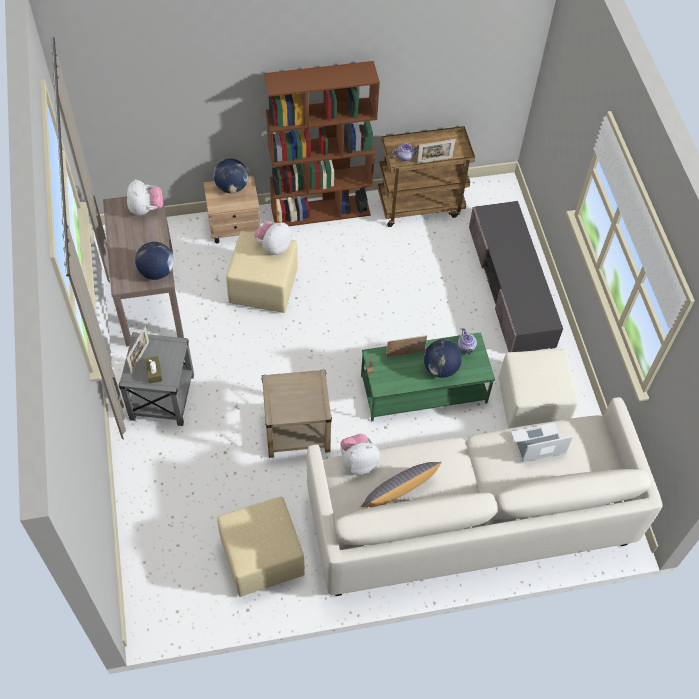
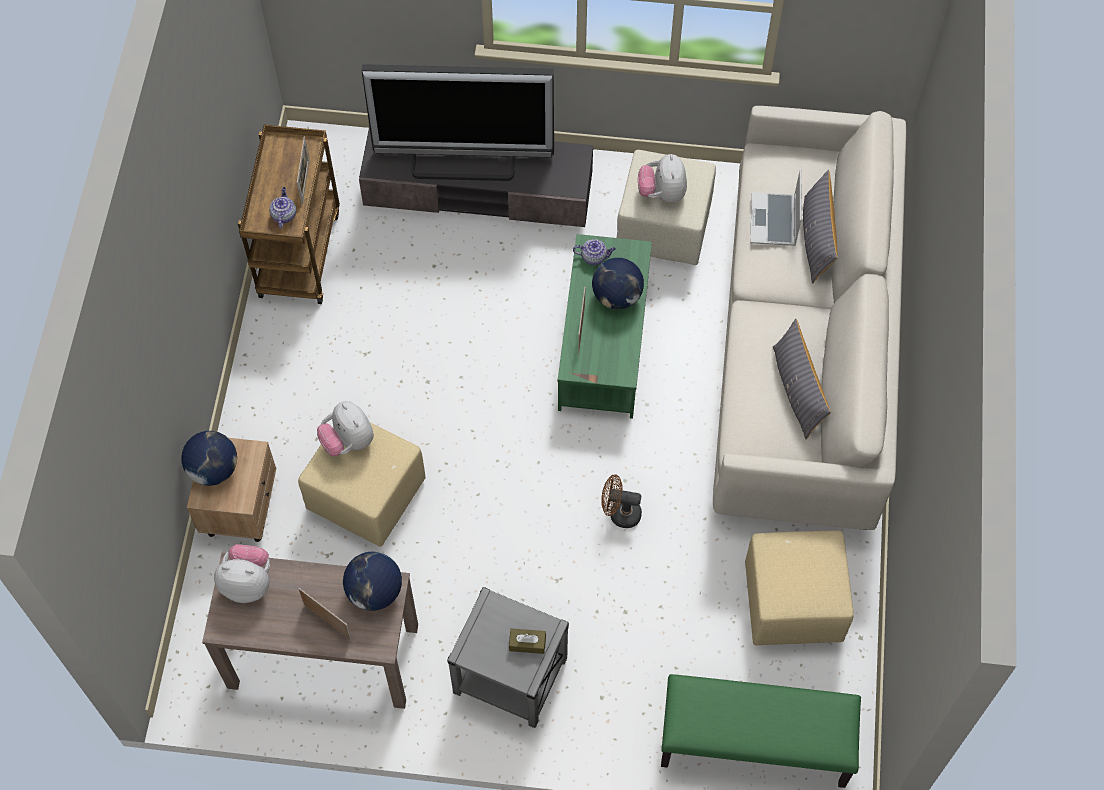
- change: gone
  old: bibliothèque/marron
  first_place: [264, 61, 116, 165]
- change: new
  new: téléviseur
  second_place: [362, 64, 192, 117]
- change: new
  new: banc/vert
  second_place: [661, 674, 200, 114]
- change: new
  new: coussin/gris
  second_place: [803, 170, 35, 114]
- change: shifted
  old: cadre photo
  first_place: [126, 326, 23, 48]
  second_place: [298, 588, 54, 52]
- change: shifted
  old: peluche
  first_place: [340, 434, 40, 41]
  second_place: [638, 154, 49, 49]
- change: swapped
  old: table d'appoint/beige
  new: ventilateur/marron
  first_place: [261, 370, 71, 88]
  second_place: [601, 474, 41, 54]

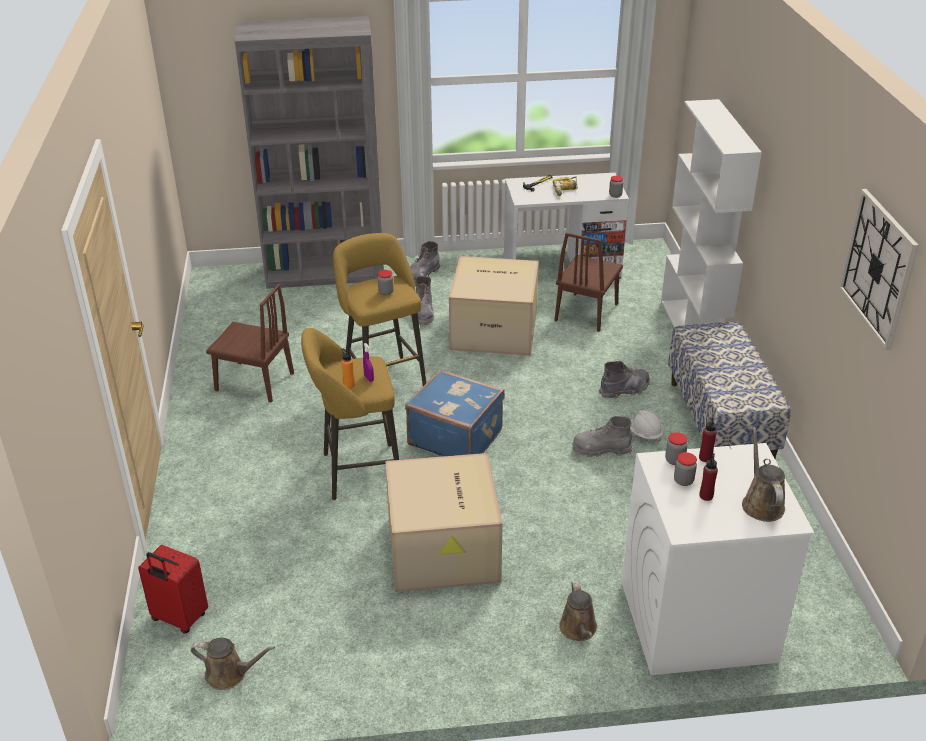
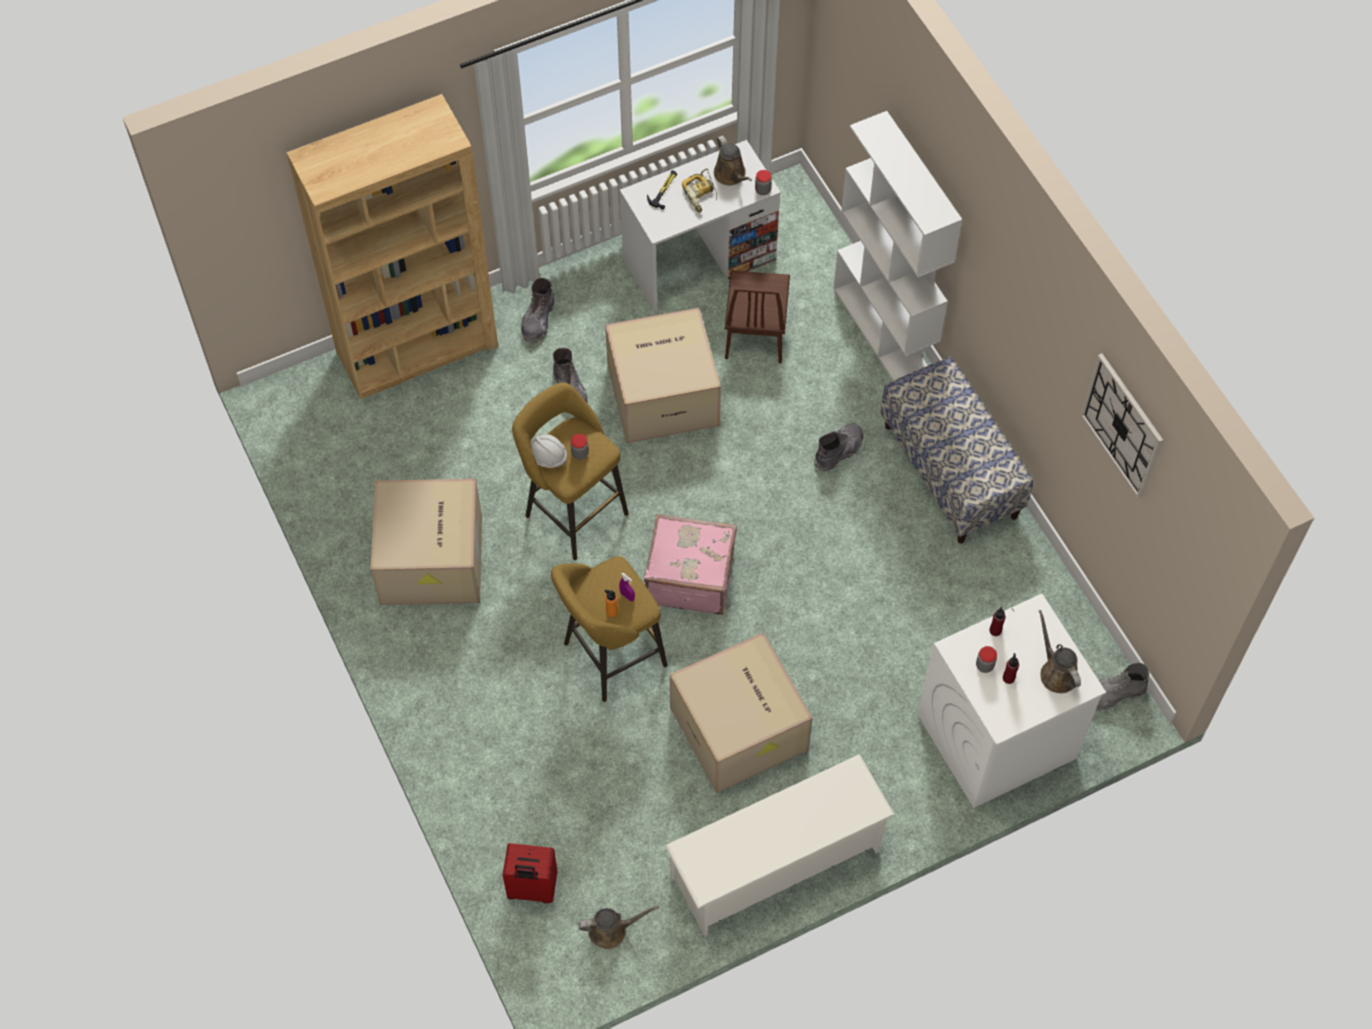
- change: gone
  old: bocal
  first_place: [665, 432, 23, 33]
- change: new
  new: étagère à chaussures/blanc
  second_place: [665, 754, 230, 182]
- change: shifted
  old: arrosoir/marron
  first_place: [559, 581, 38, 60]
  second_place: [714, 136, 38, 49]
- change: shifted
  old: botte/gris
  first_place: [572, 416, 60, 41]
  second_place: [1096, 663, 53, 48]
- change: shifted
  old: casque de chantier/blanc
  first_place: [630, 410, 33, 33]
  second_place: [531, 434, 36, 34]
- change: swapped
  old: chaise/marron
  new: carton
  first_place: [206, 284, 88, 119]
  second_place: [371, 479, 111, 126]
- change: repainted
  old: bibliothèque/gris
  new: bibliothèque/marron
  first_place: [235, 16, 149, 273]
  second_place: [286, 94, 212, 306]
- change: repainted
  old: valise/bleu
  new: valise/rose
  first_place: [405, 369, 100, 87]
  second_place: [644, 514, 93, 101]

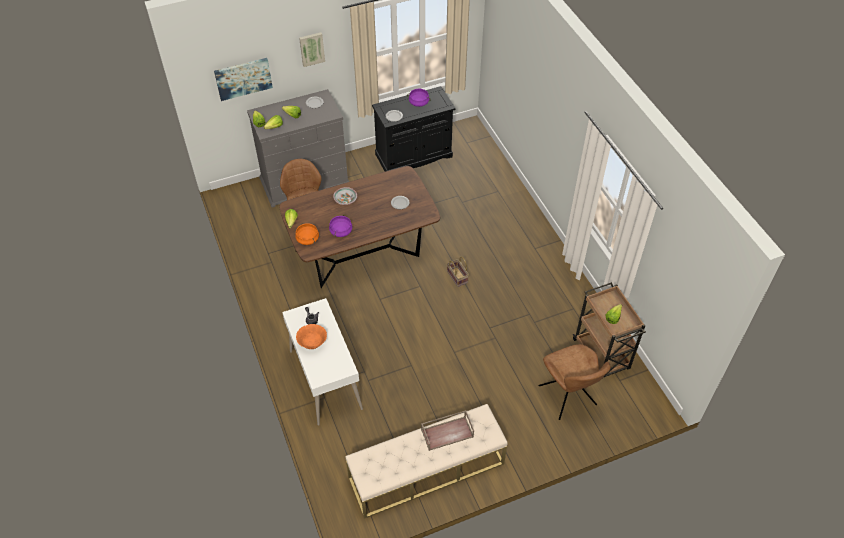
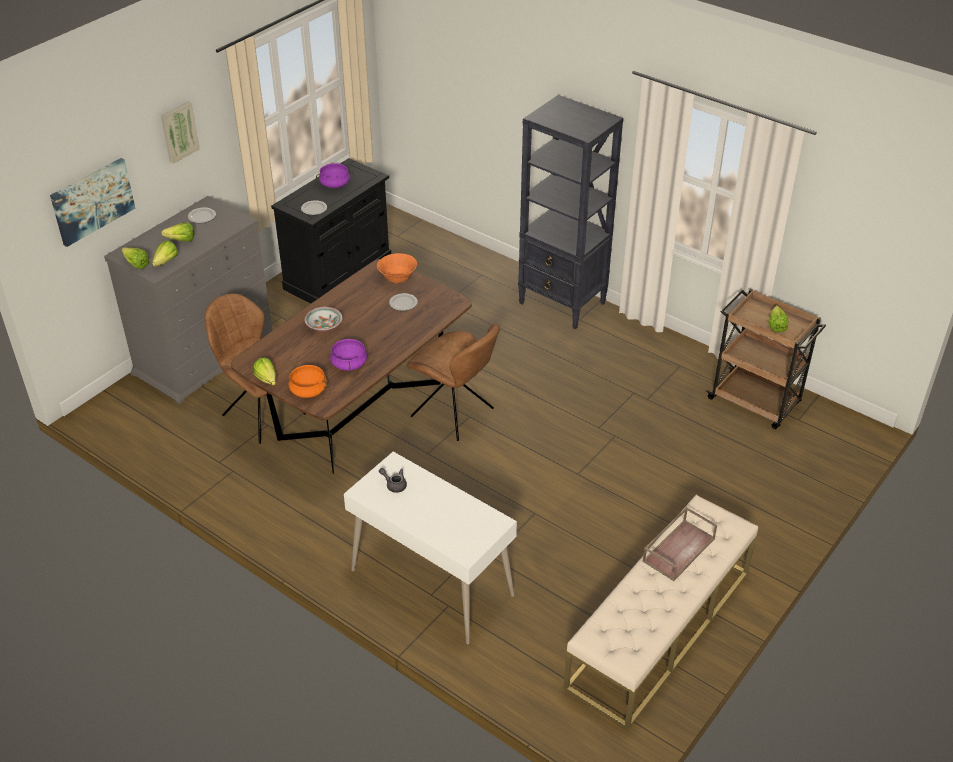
- change: gone
  old: panier
  first_place: [447, 257, 22, 30]
- change: new
  new: bibliothèque/noir
  second_place: [518, 95, 105, 235]
- change: shifted
  old: bol/orange
  first_place: [296, 324, 31, 25]
  second_place: [377, 253, 40, 30]
- change: shifted
  old: chaise/marron
  first_place: [538, 344, 73, 76]
  second_place: [406, 324, 94, 117]

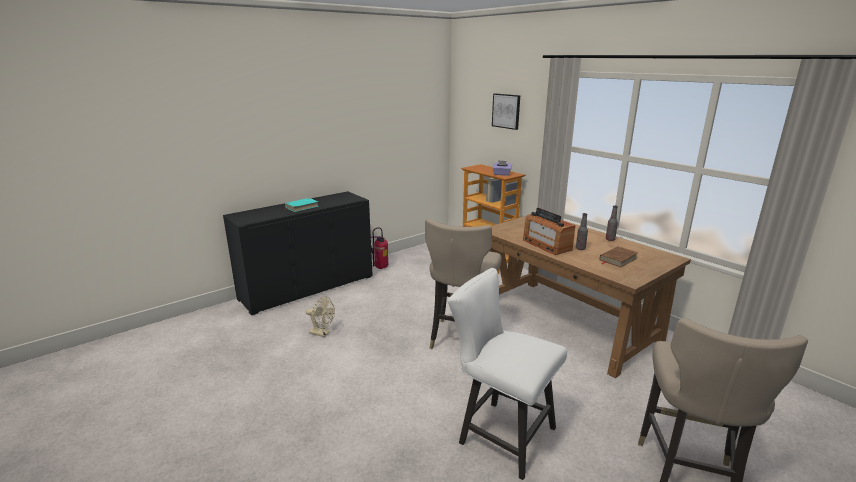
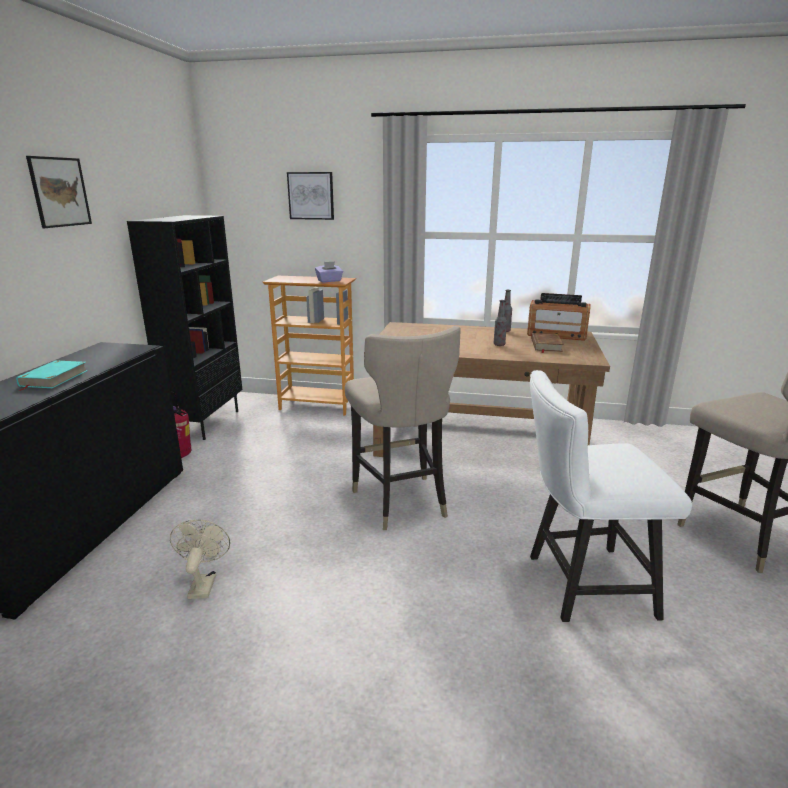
- change: new
  new: tableau
  second_place: [26, 156, 66, 72]
- change: new
  new: bibliothèque/noir
  second_place: [127, 215, 115, 225]
- change: shifted
  old: radio
  first_place: [523, 208, 53, 47]
  second_place: [527, 293, 64, 48]
- change: rotated
  old: ventilateur/beige
  first_place: [306, 296, 29, 41]
  second_place: [170, 520, 60, 79]
  degrees: -75

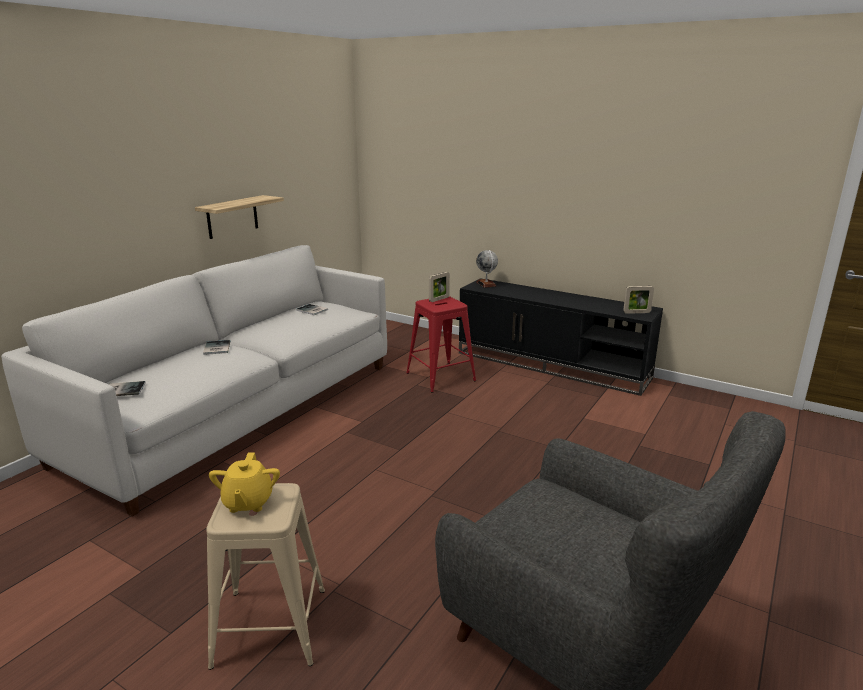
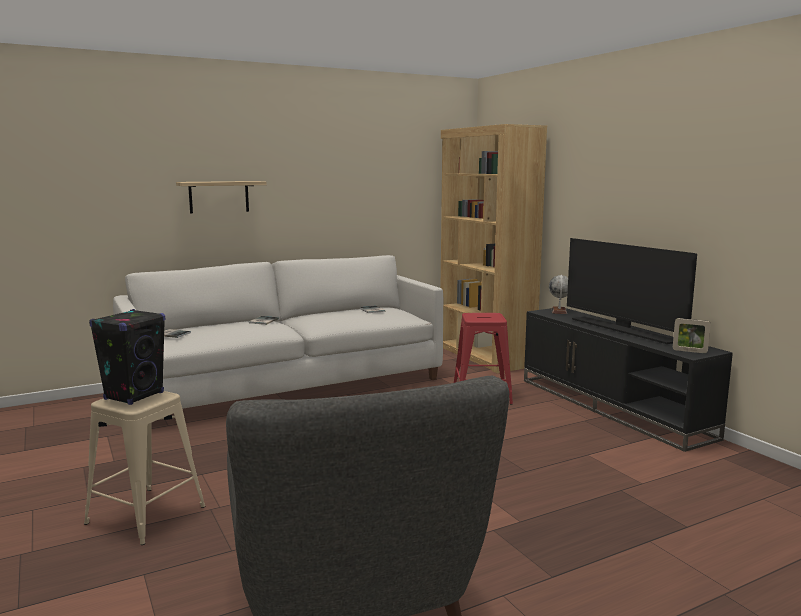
- change: gone
  old: cadre photo
  first_place: [429, 272, 21, 30]
- change: new
  new: bibliothèque/marron
  second_place: [441, 124, 106, 250]
- change: new
  new: téléviseur
  second_place: [567, 238, 130, 106]
- change: shifted
  old: étagère
  first_place: [195, 195, 89, 44]
  second_place: [176, 181, 91, 32]
- change: swapped
  old: théière/jaune
  new: enceinte/noir
  first_place: [209, 452, 71, 61]
  second_place: [89, 309, 76, 96]

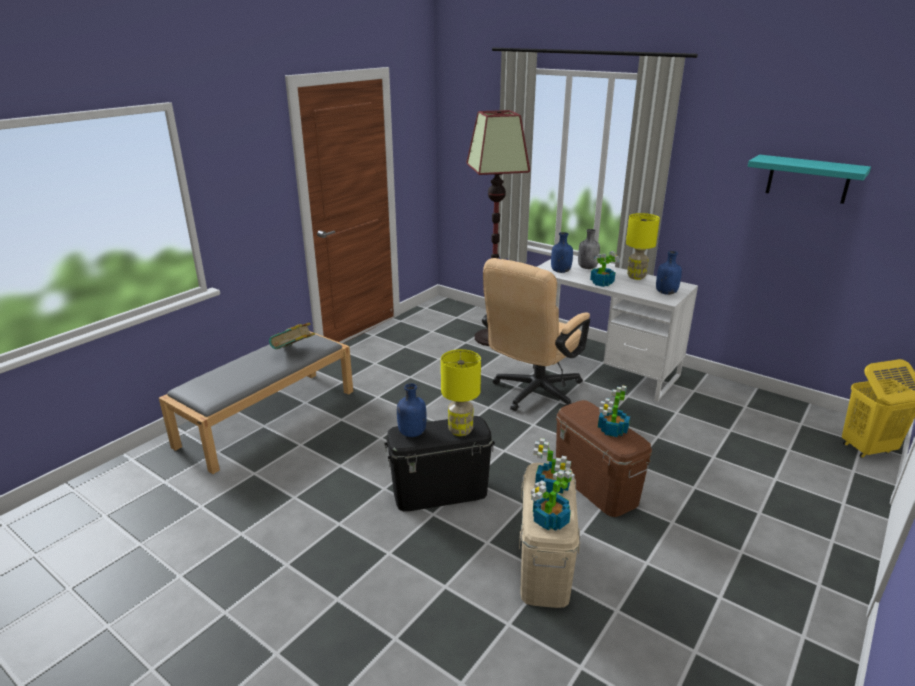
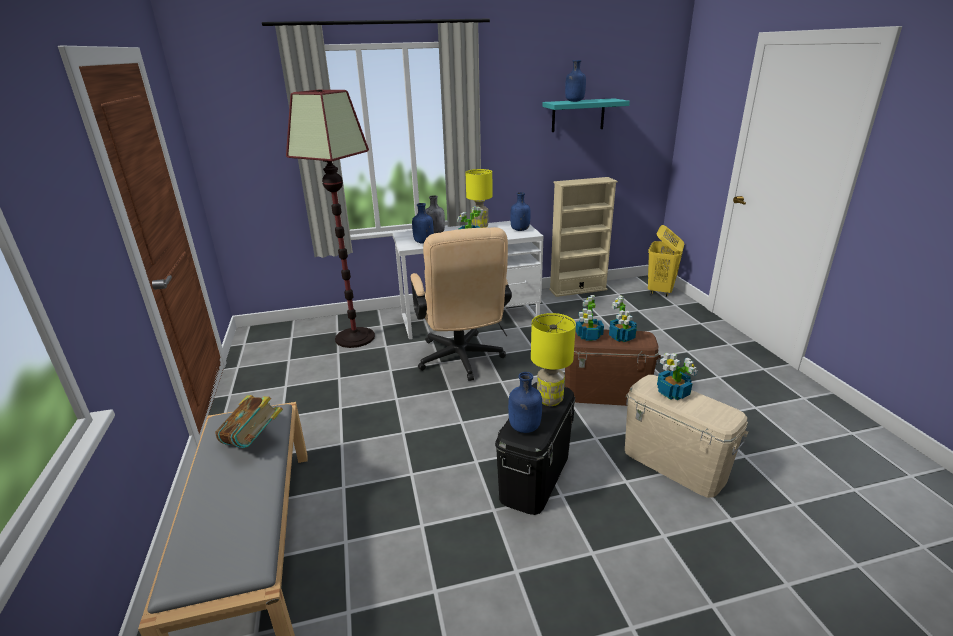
- change: new
  new: bibliothèque/beige
  second_place: [549, 177, 69, 120]
- change: new
  new: bouteille/bleu
  second_place: [565, 60, 21, 42]
- change: shifted
  old: plante en pot
  first_place: [531, 470, 44, 61]
  second_place: [576, 295, 28, 46]

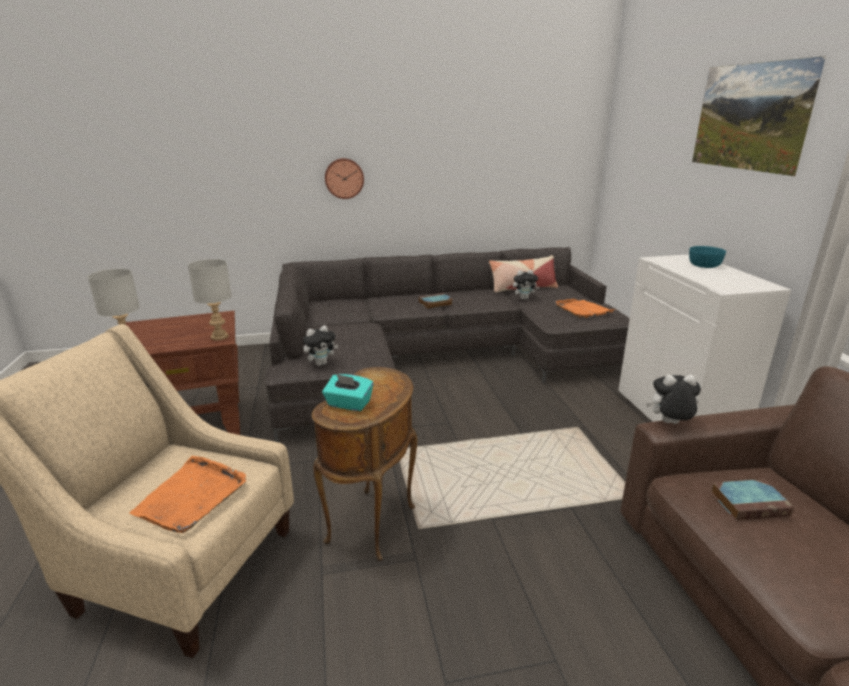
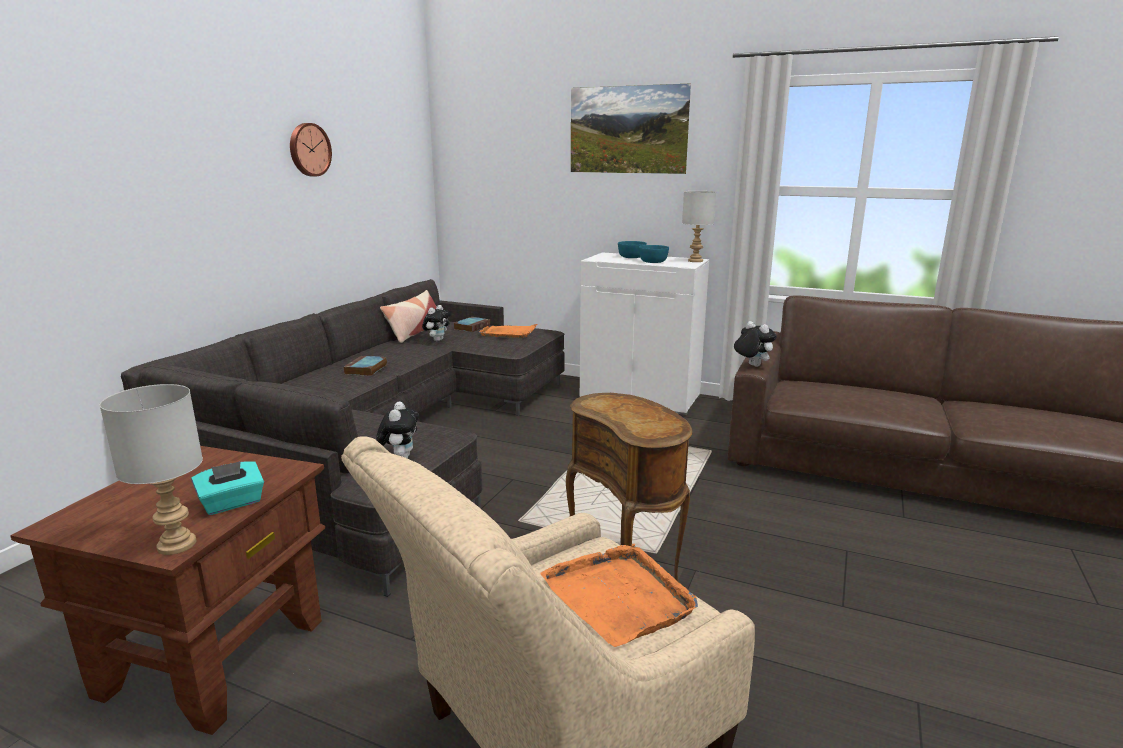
- change: new
  new: bol/turquoise
  second_place: [639, 245, 30, 18]
- change: shifted
  old: lampe de table/gris
  first_place: [188, 259, 44, 81]
  second_place: [682, 191, 34, 71]
- change: shifted
  old: boîte à mouchoirs/turquoise
  first_place: [322, 374, 51, 37]
  second_place: [191, 461, 73, 54]
- change: shifted
  old: horloge murale
  first_place: [325, 158, 39, 41]
  second_place: [290, 123, 42, 54]
- change: shifted
  old: livre
  first_place: [711, 479, 83, 41]
  second_place: [454, 317, 36, 15]
- change: rotated
  old: peluche
  first_place: [646, 375, 55, 49]
  second_place: [734, 321, 43, 46]
  degrees: 105

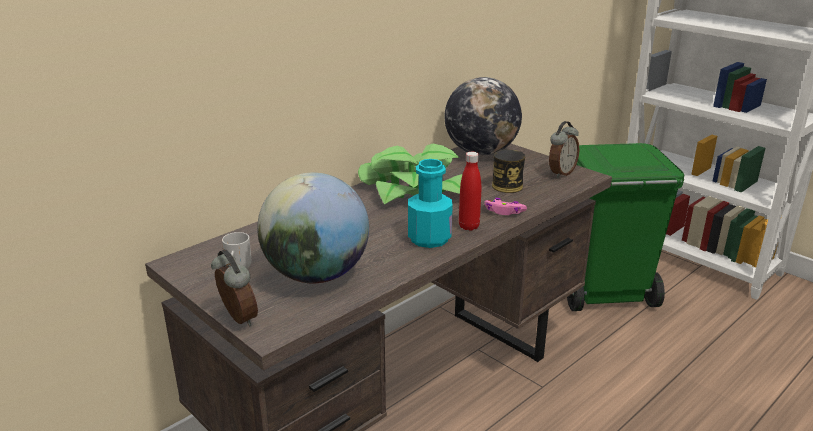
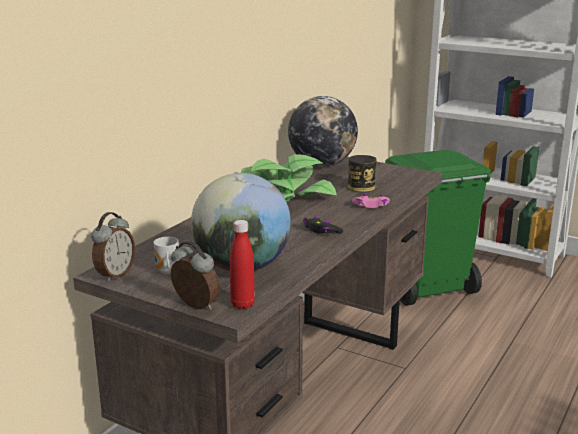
- change: shifted
  old: bouteille/rouge
  first_place: [459, 152, 22, 79]
  second_place: [230, 220, 25, 89]
- change: shifted
  old: réveil
  first_place: [549, 121, 31, 57]
  second_place: [91, 212, 44, 70]
- change: swapped
  old: bouteille/turquoise
  new: manette/noir
  first_place: [408, 159, 45, 89]
  second_place: [303, 217, 40, 17]

